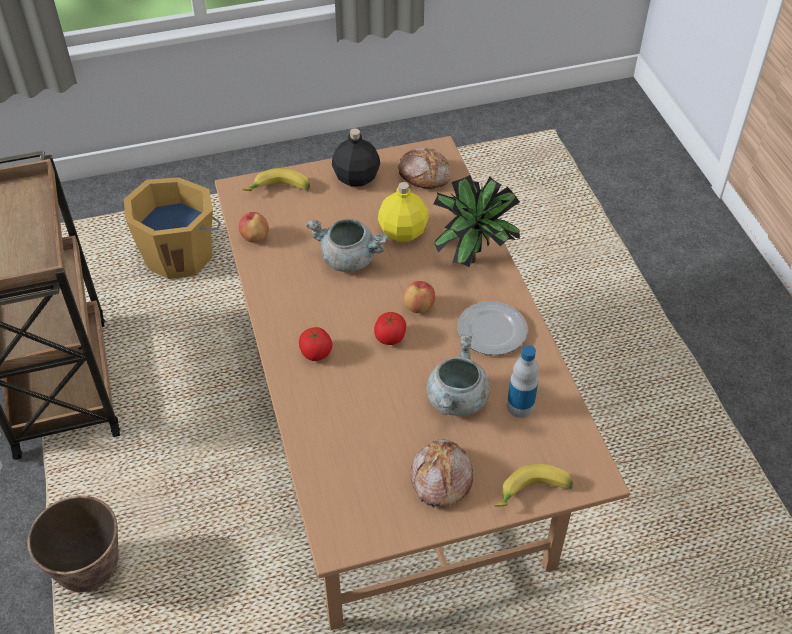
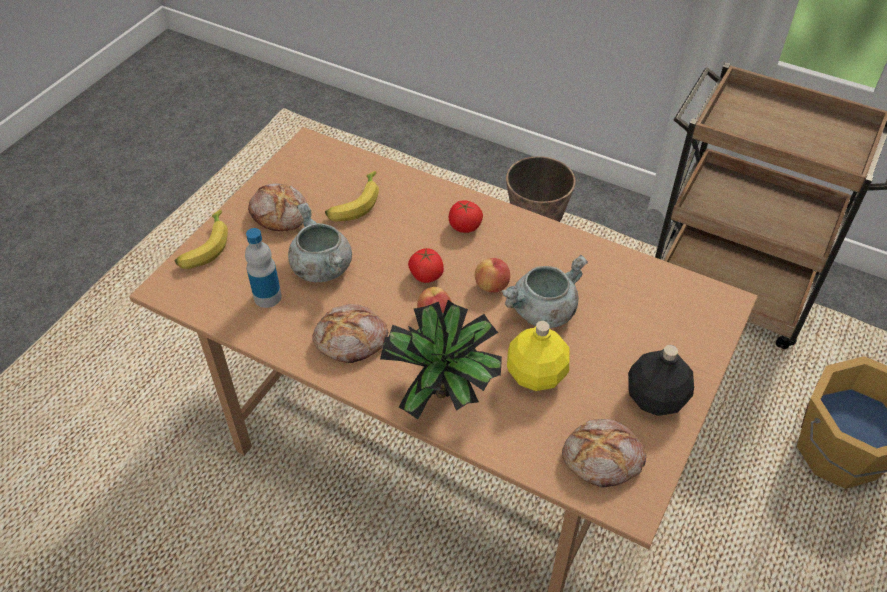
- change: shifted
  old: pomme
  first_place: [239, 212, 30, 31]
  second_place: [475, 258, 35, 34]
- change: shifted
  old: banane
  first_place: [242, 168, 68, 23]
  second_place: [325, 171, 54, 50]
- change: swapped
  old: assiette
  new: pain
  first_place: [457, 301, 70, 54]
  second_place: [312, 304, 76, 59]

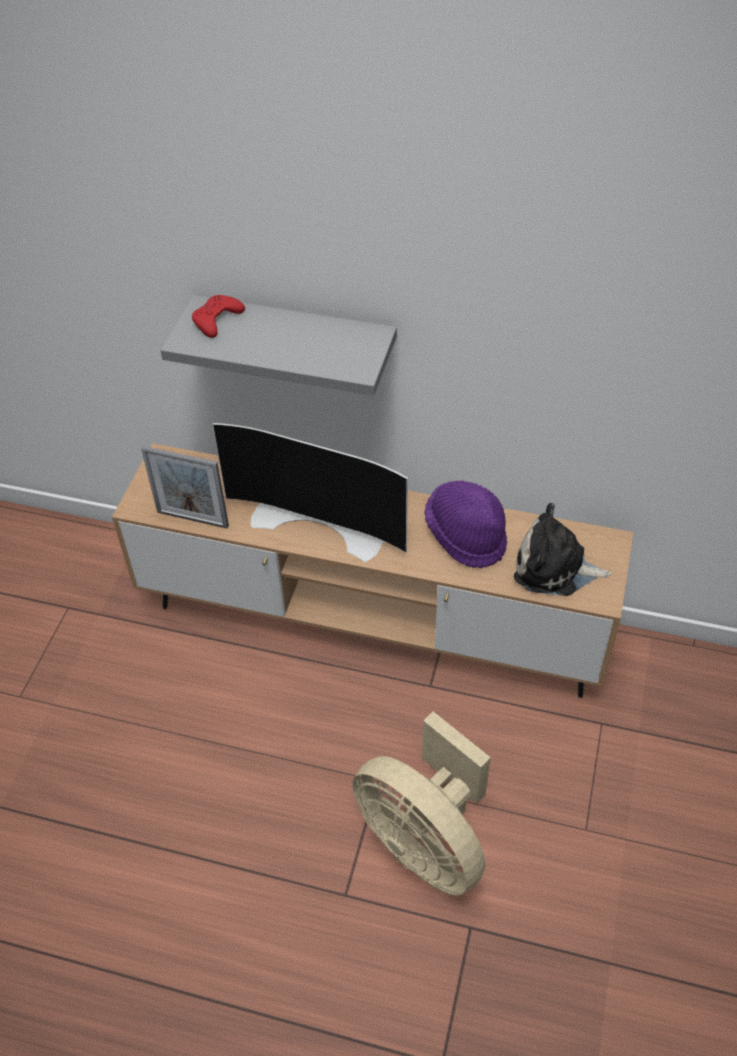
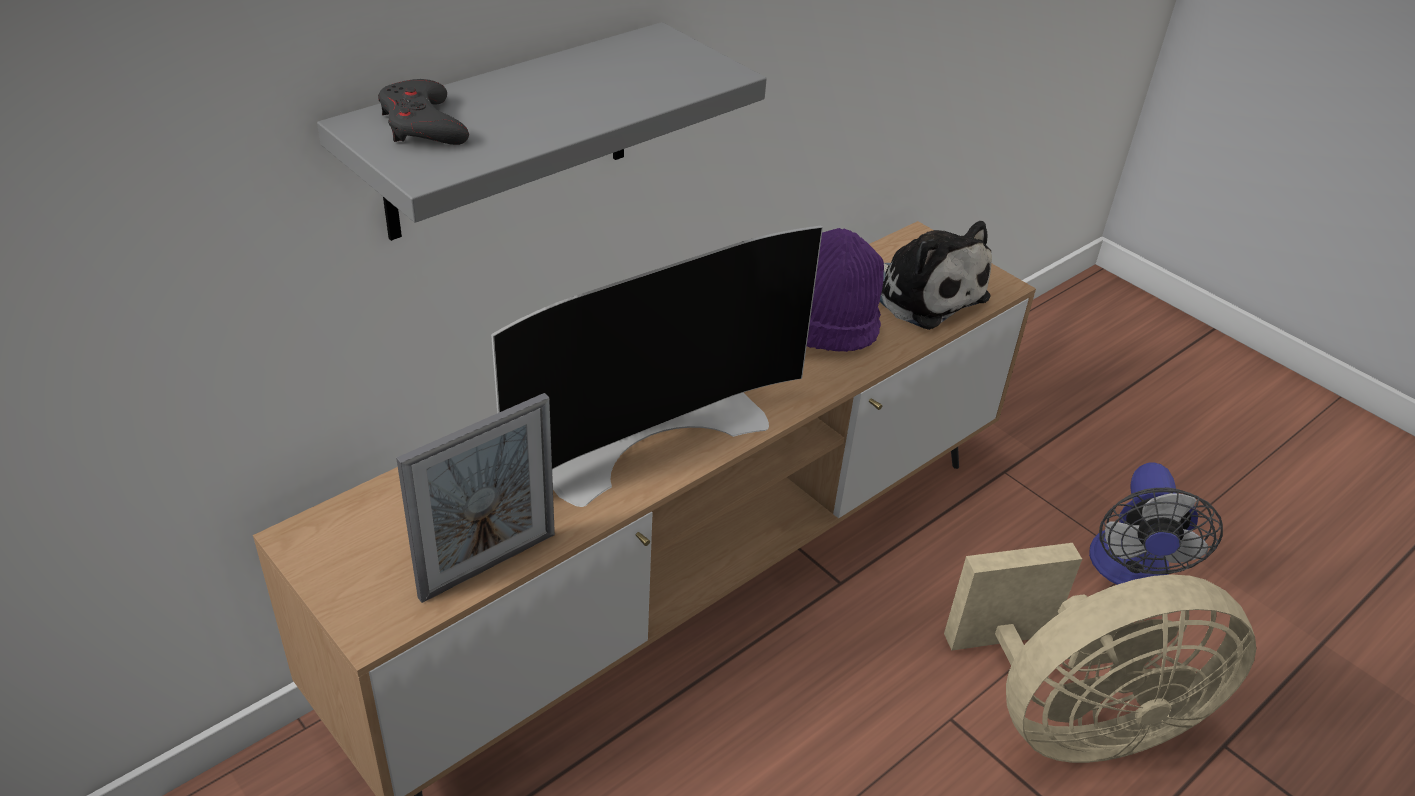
- change: new
  new: ventilateur
  second_place: [1089, 462, 134, 123]
- change: repainted
  old: manette/rouge
  new: manette/gris
  first_place: [192, 295, 53, 43]
  second_place: [378, 79, 91, 66]
- change: rotated
  old: peluche
  first_place: [514, 503, 97, 93]
  second_place: [880, 221, 112, 109]
  degrees: -90

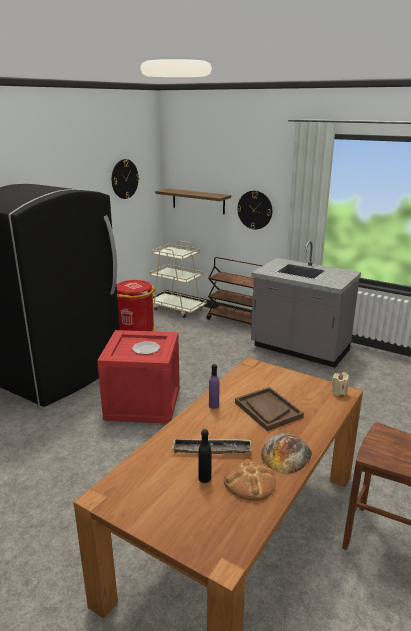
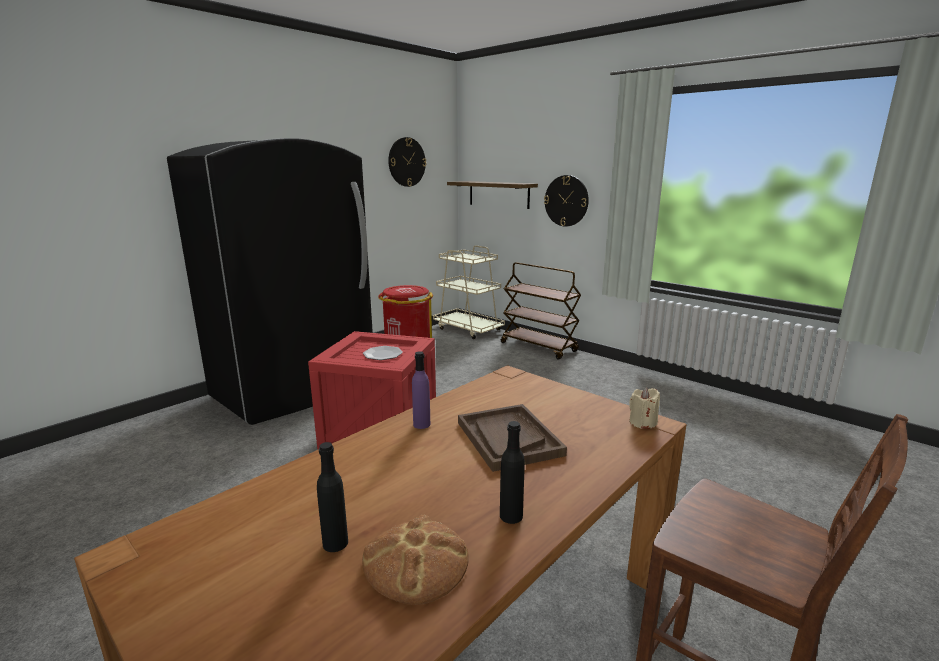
- change: gone
  old: plateau
  first_place: [172, 439, 80, 15]
- change: gone
  old: comptoir de cuisine/gris
  first_place: [251, 241, 110, 127]
- change: swapped
  old: pain
  new: bouteille/noir
  first_place: [261, 433, 51, 41]
  second_place: [500, 421, 25, 103]

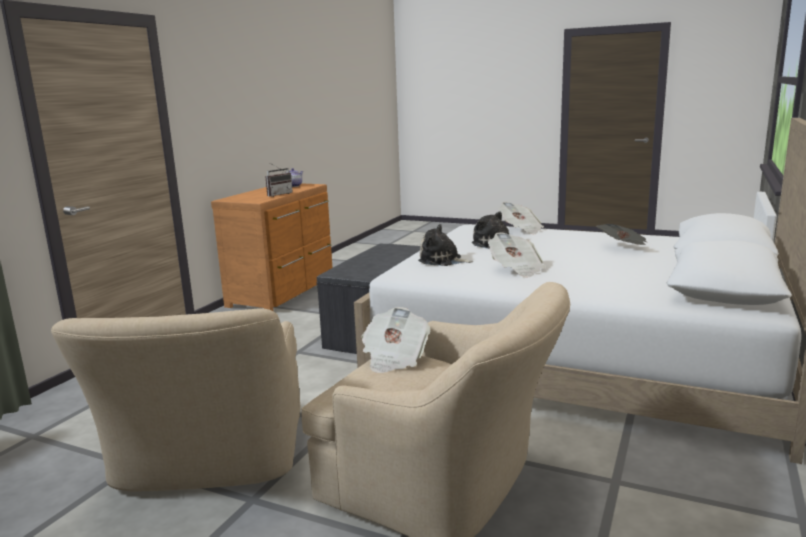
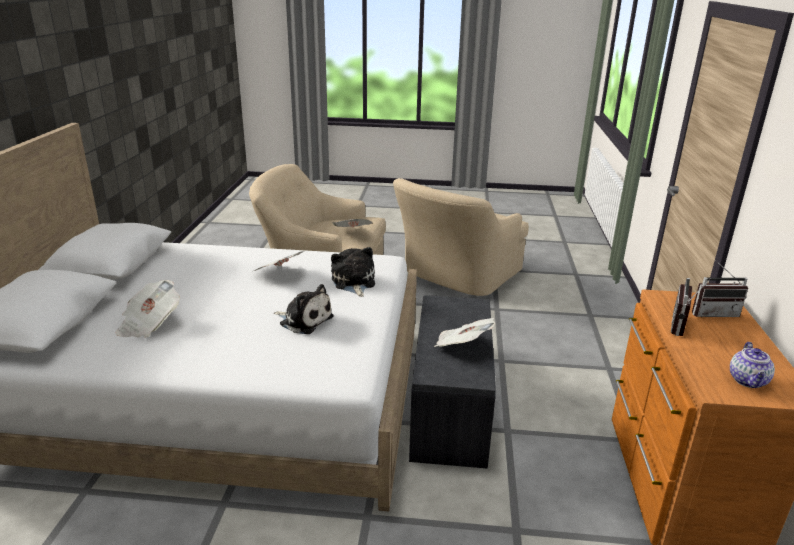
- change: new
  new: radio
  second_place: [692, 260, 56, 57]
- change: shifted
  old: journal
  first_place: [498, 202, 46, 32]
  second_place: [434, 318, 61, 29]
- change: rotated
  old: fauteuil/beige
  first_place: [51, 308, 249, 184]
  second_place: [393, 178, 136, 118]
  degrees: -120
- change: rotated
  old: peluche
  first_place: [418, 224, 55, 42]
  second_place: [331, 247, 44, 50]
  degrees: -105

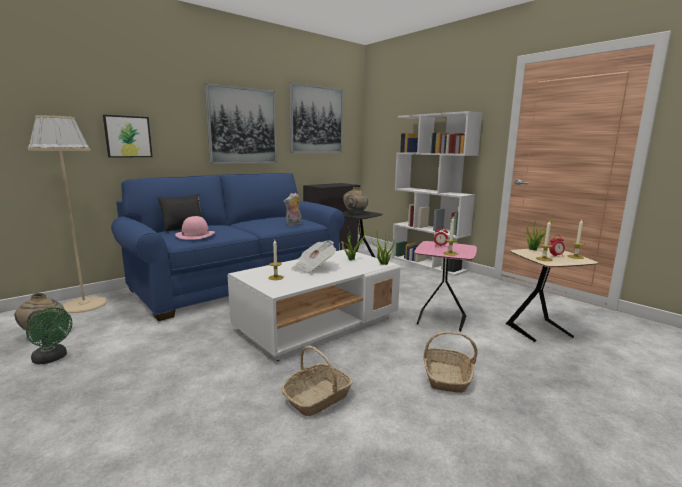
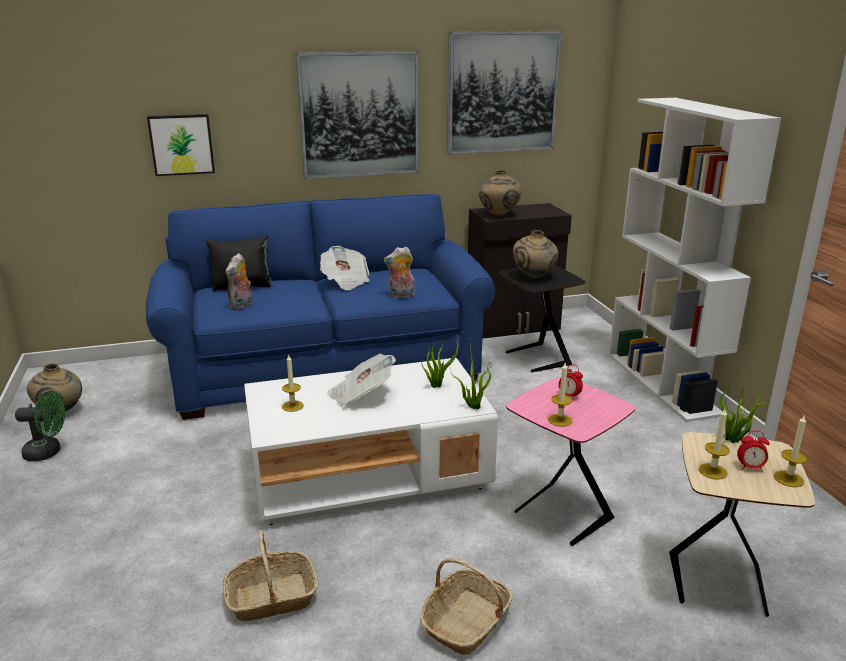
- change: gone
  old: lampadaire/beige
  first_place: [28, 115, 80, 198]
- change: new
  new: journal
  second_place: [320, 246, 50, 44]
- change: new
  new: vase/beige
  second_place: [479, 170, 42, 46]
- change: swapped
  old: chapeau/rose
  new: peluche
  first_place: [175, 216, 40, 24]
  second_place: [226, 253, 26, 56]
- change: rotated
  old: ventilateur/vert
  first_place: [26, 308, 46, 56]
  second_place: [15, 391, 50, 70]
  degrees: -60

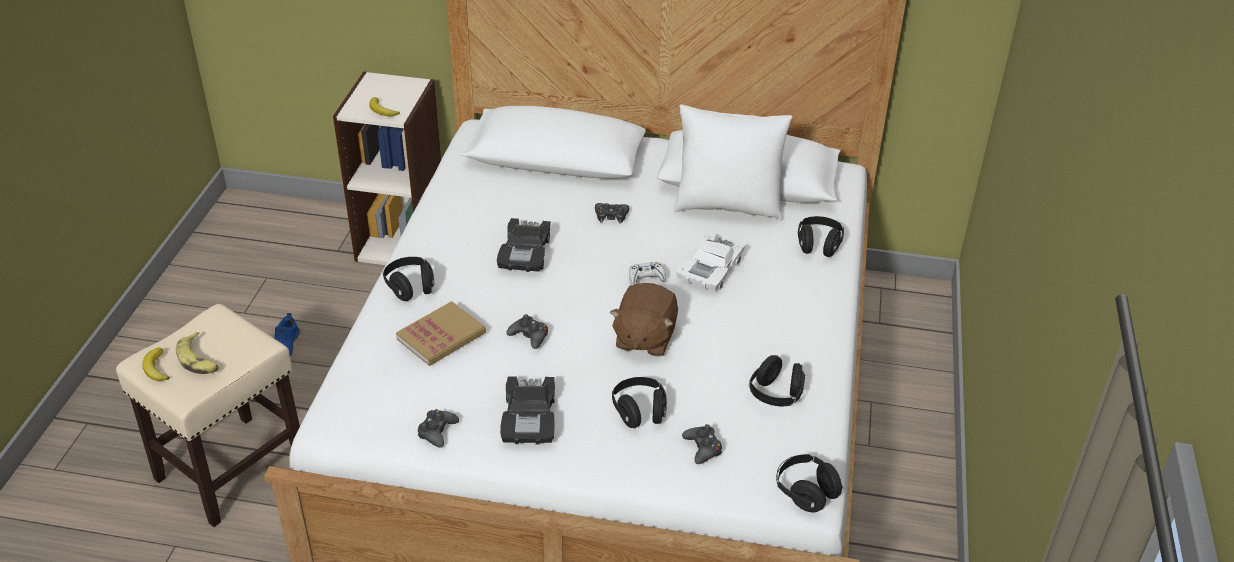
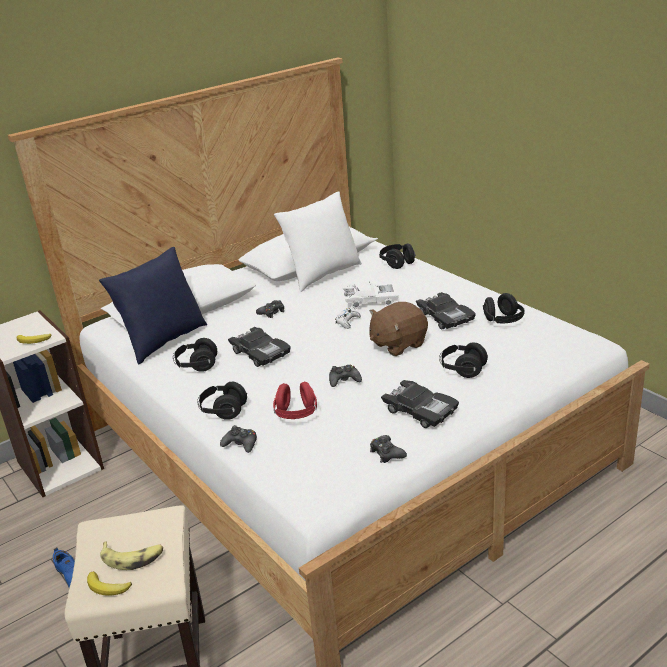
- change: new
  new: coussin/bleu
  second_place: [99, 247, 108, 118]
- change: new
  new: petite voiture/noir
  second_place: [416, 292, 60, 38]
- change: shifted
  old: manette/noir
  first_place: [682, 424, 40, 40]
  second_place: [220, 425, 37, 28]
- change: shifted
  old: casque audio/noir
  first_place: [776, 454, 68, 58]
  second_place: [173, 338, 44, 34]
- change: swapped
  old: livre
  new: casque audio/rouge
  first_place: [396, 301, 90, 65]
  second_place: [273, 382, 44, 37]
- change: rotated
  old: peluche/marron
  first_place: [609, 283, 69, 74]
  second_place: [369, 302, 59, 54]
  degrees: 90
- change: rotated
  old: petite voiture/blanc
  first_place: [676, 232, 69, 59]
  second_place: [342, 281, 57, 28]
  degrees: -75

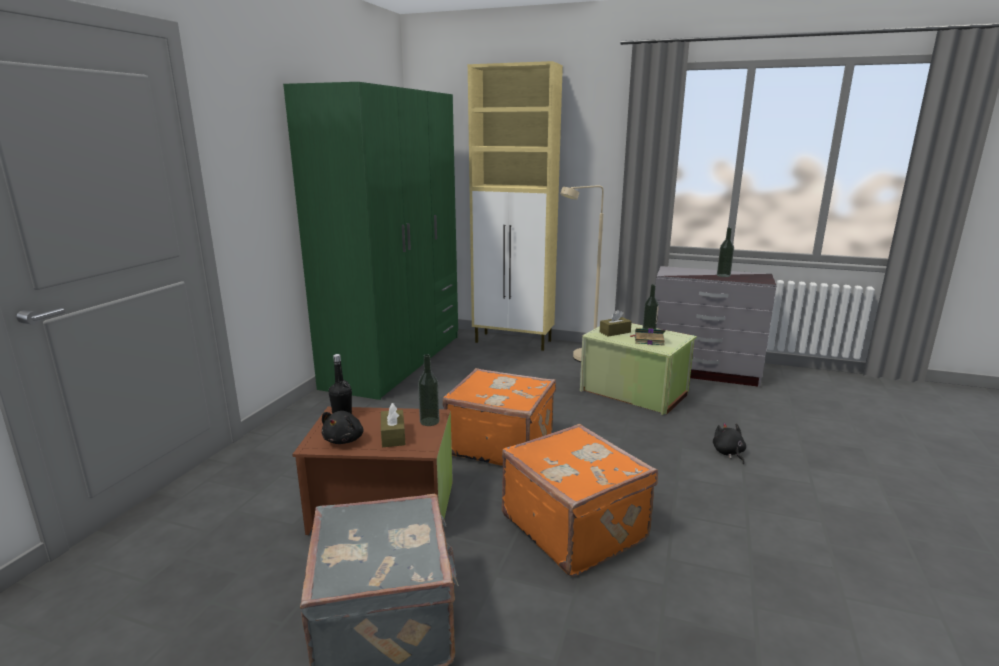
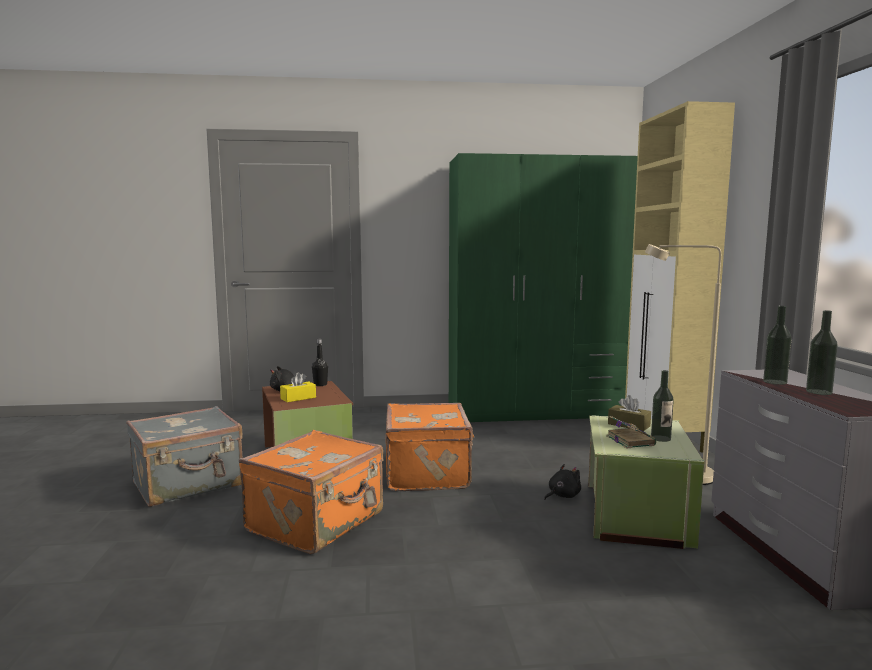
- change: shifted
  old: bouteille
  first_place: [418, 354, 21, 72]
  second_place: [763, 306, 29, 79]
- change: shifted
  old: peluche/noir
  first_place: [713, 423, 33, 41]
  second_place: [544, 464, 37, 36]
- change: repainted
  old: boîte à mouchoirs/marron
  new: boîte à mouchoirs/jaune
  first_place: [381, 403, 25, 44]
  second_place: [280, 372, 36, 30]

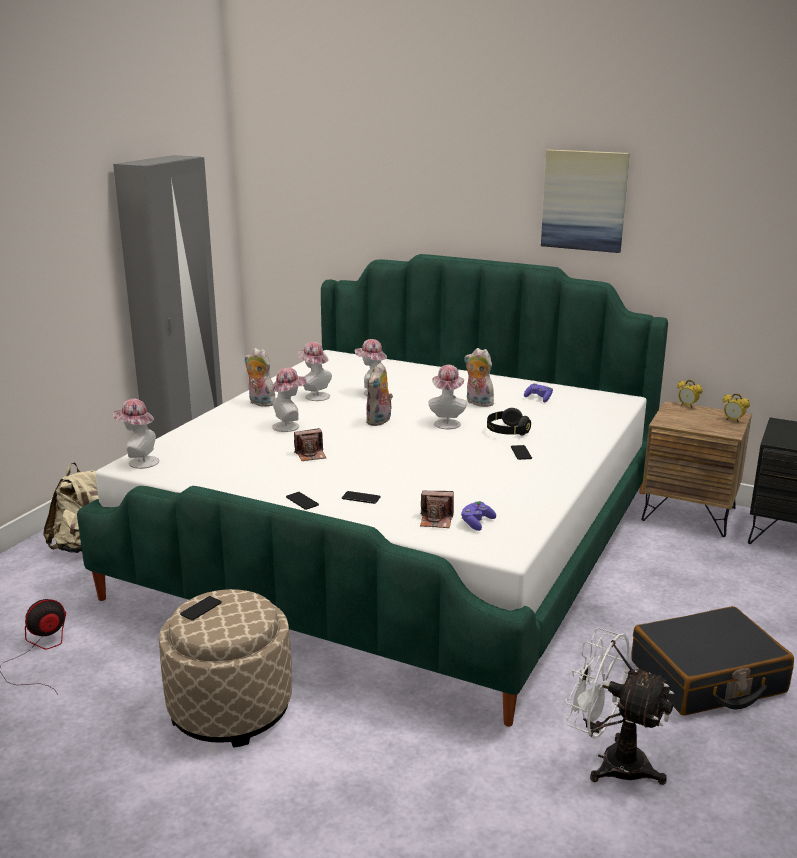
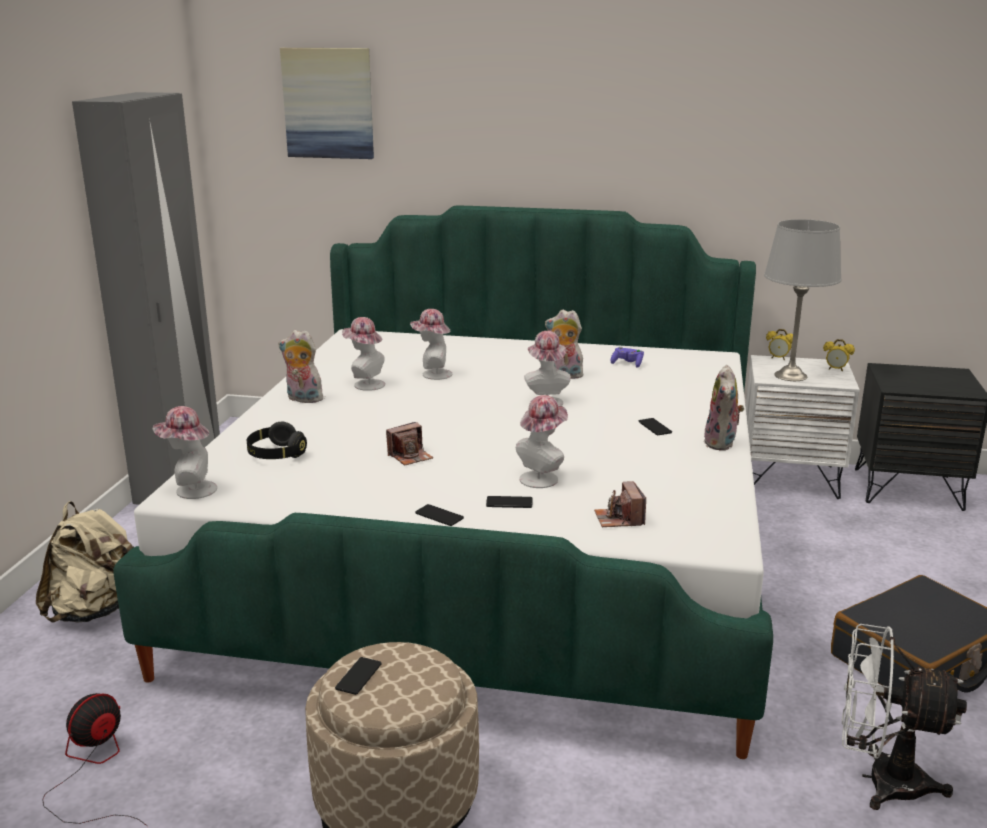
- change: gone
  old: manette/violet
  first_place: [461, 501, 35, 30]
- change: new
  new: lampe de table/gris
  second_place: [764, 219, 78, 162]
- change: shifted
  old: chapeau
  first_place: [271, 367, 35, 65]
  second_place: [516, 395, 52, 93]
- change: shifted
  old: peluche
  first_place: [366, 362, 27, 64]
  second_place: [704, 365, 40, 86]
- change: shifted
  old: casque audio/noir
  first_place: [487, 408, 44, 27]
  second_place: [247, 422, 60, 37]
- change: shifted
  old: tableau
  first_place: [541, 149, 88, 104]
  second_place: [280, 48, 94, 111]
- change: repainted
  old: table de chevet/marron
  new: table de chevet/blanc
  first_place: [641, 401, 111, 136]
  second_place: [745, 355, 115, 144]
- change: rotated
  old: appareil photo
  first_place: [420, 491, 34, 37]
  second_place: [594, 481, 52, 46]
  degrees: 90

